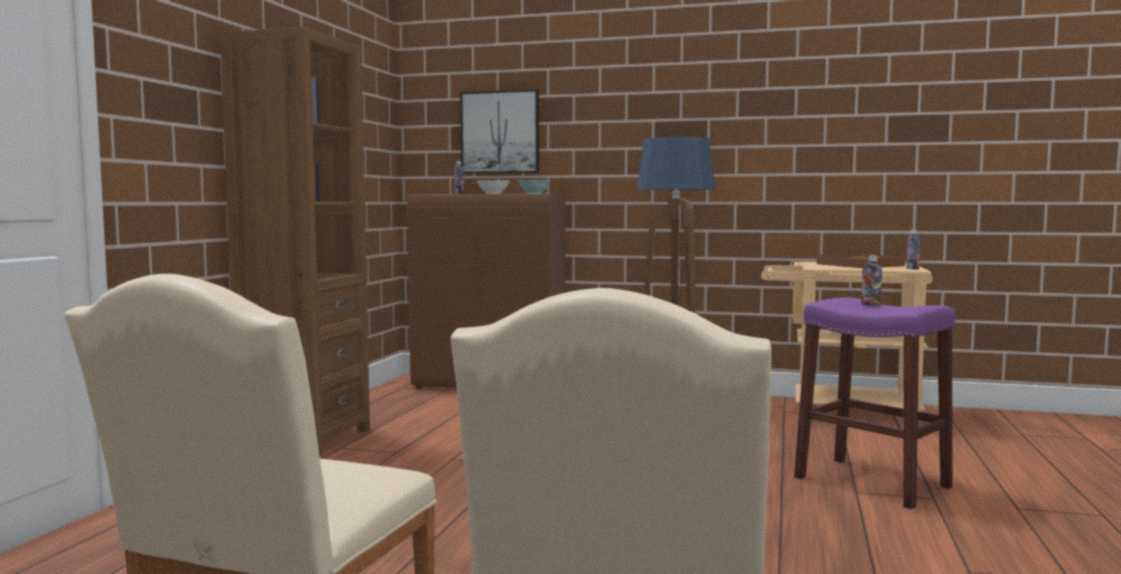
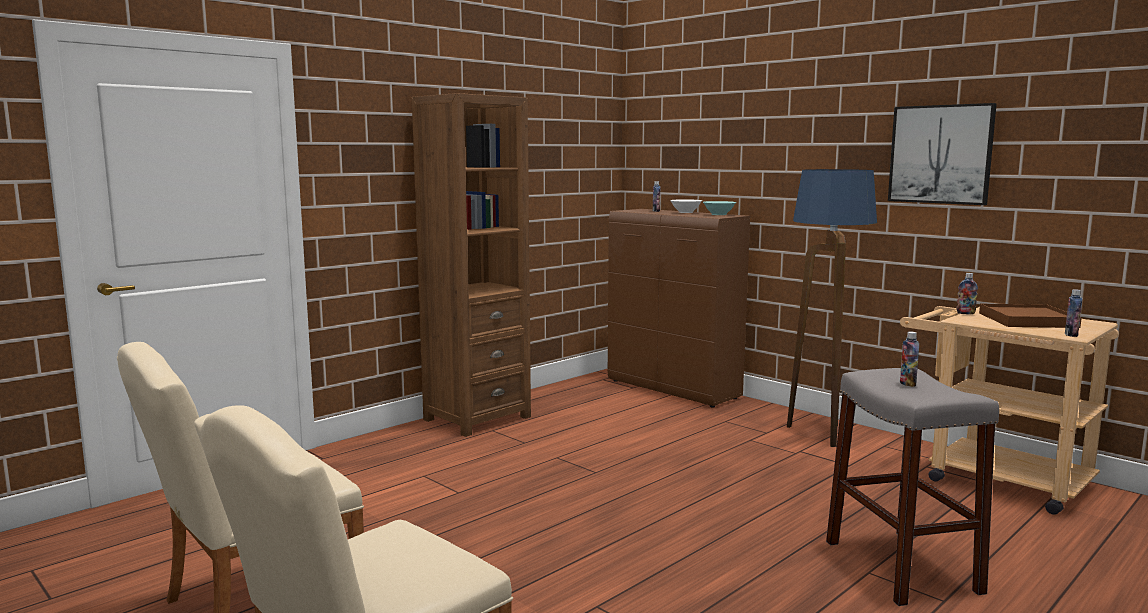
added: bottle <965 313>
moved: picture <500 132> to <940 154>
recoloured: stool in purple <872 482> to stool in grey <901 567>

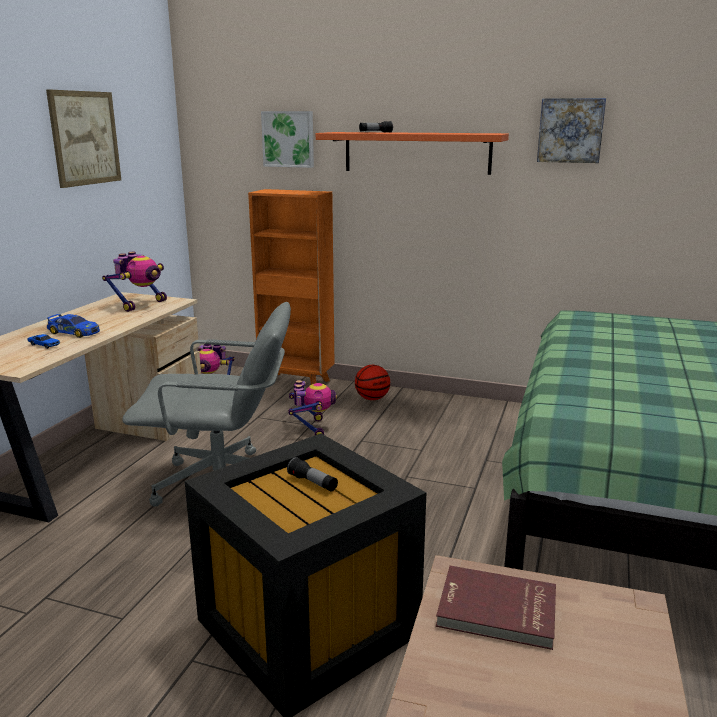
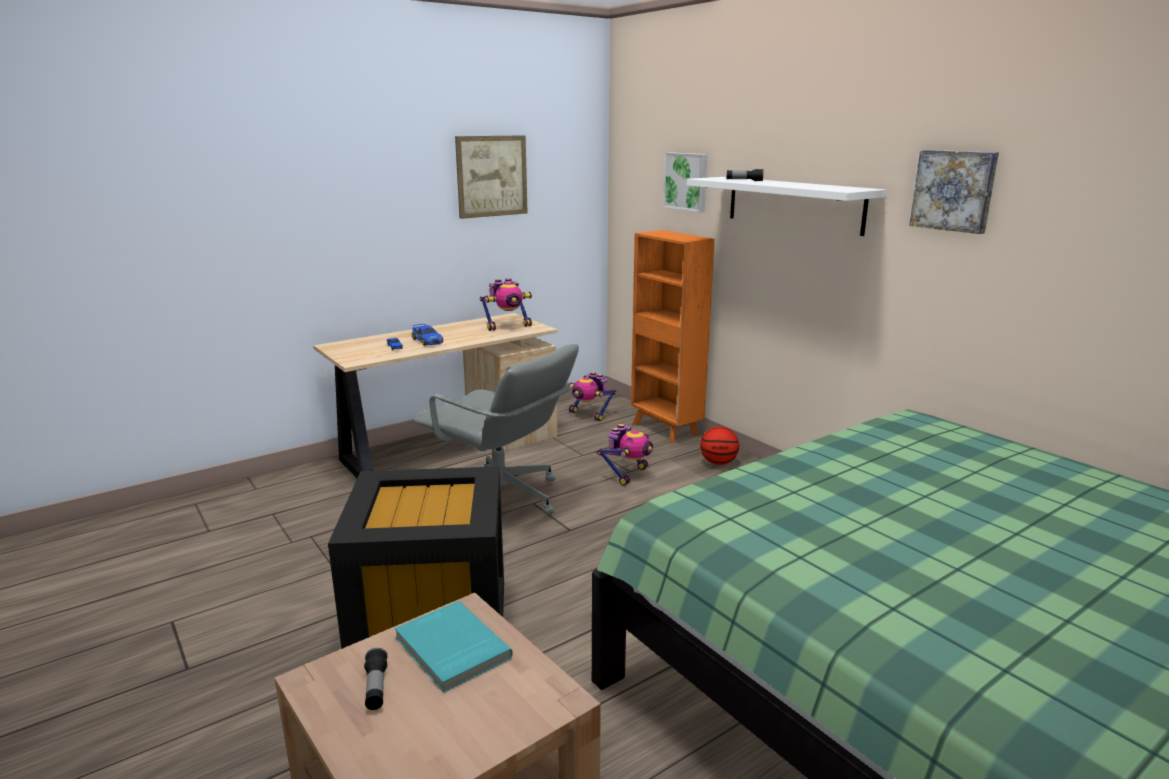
moved: flashlight <313 483> to <376 688>
recoloured: book in red <496 611> to book in turquoise <450 649>; shelf in orange <416 152> to shelf in white <794 204>

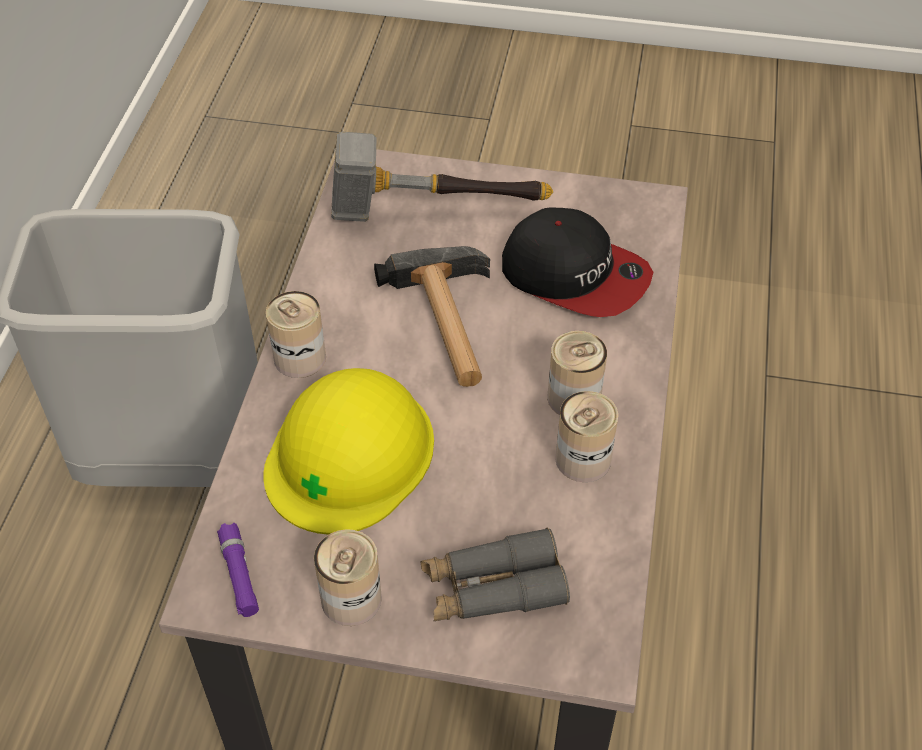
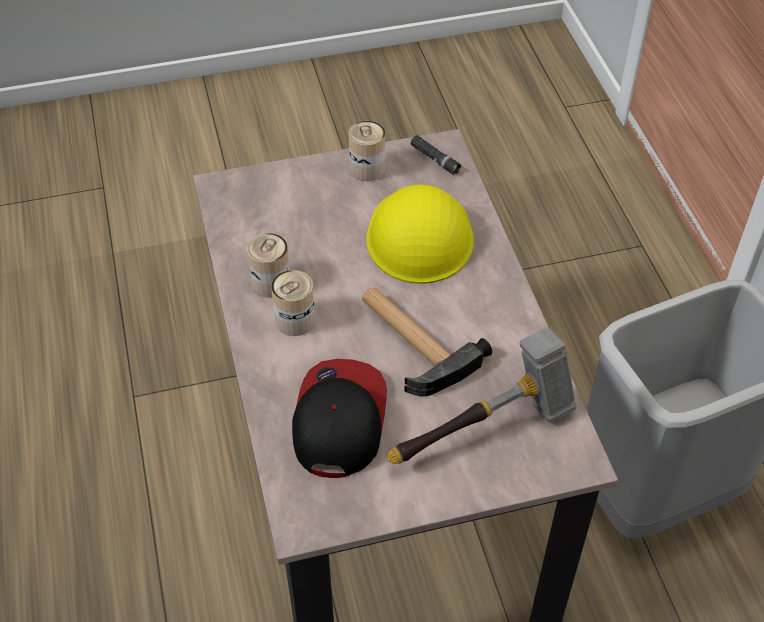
removed: can <300 357>; binoculars in grey <493 588>
recoloured: flashlight in purple <239 574> to flashlight in black <435 159>
turned: cap <575 275> = <338 420> 90 degrees clockwise

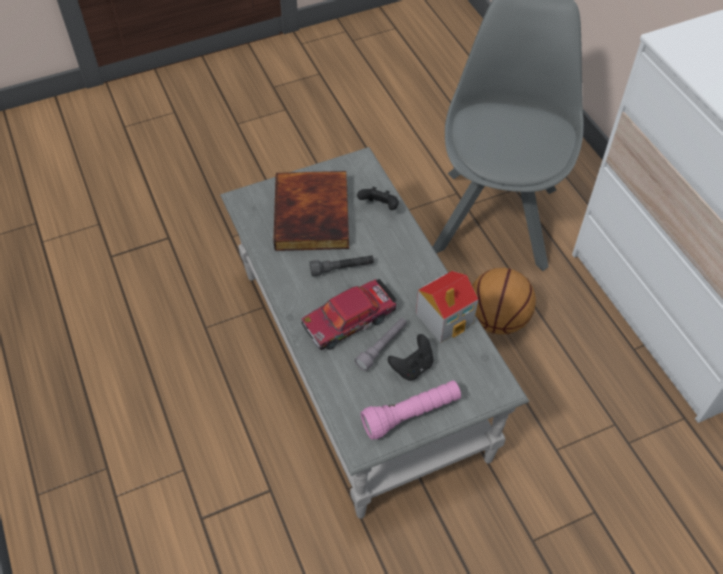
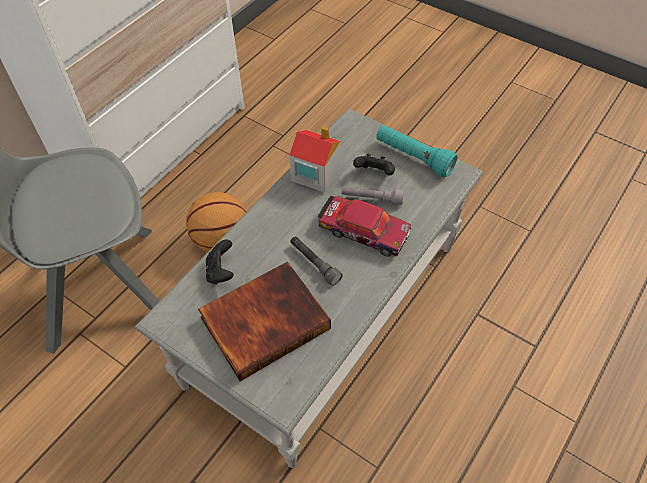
recoloured: flashlight in pink <411 414> to flashlight in turquoise <413 157>

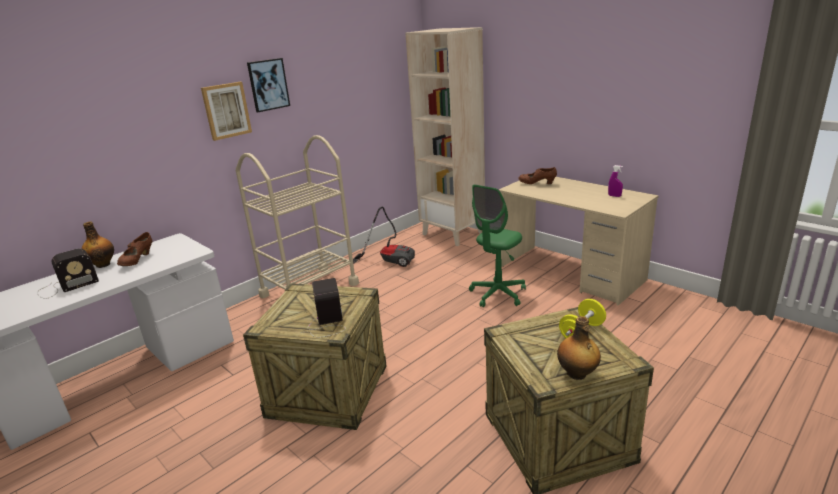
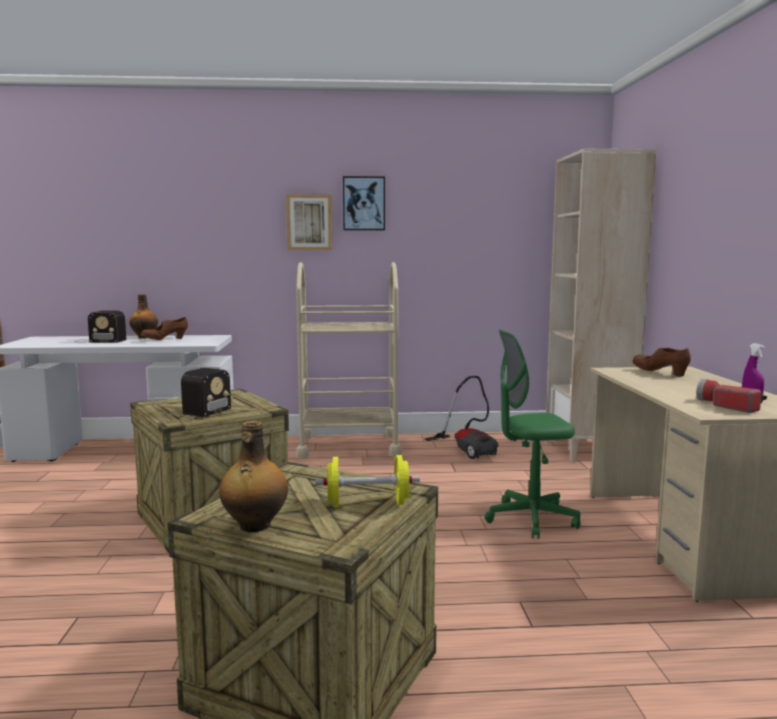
added: flashlight <726 405>

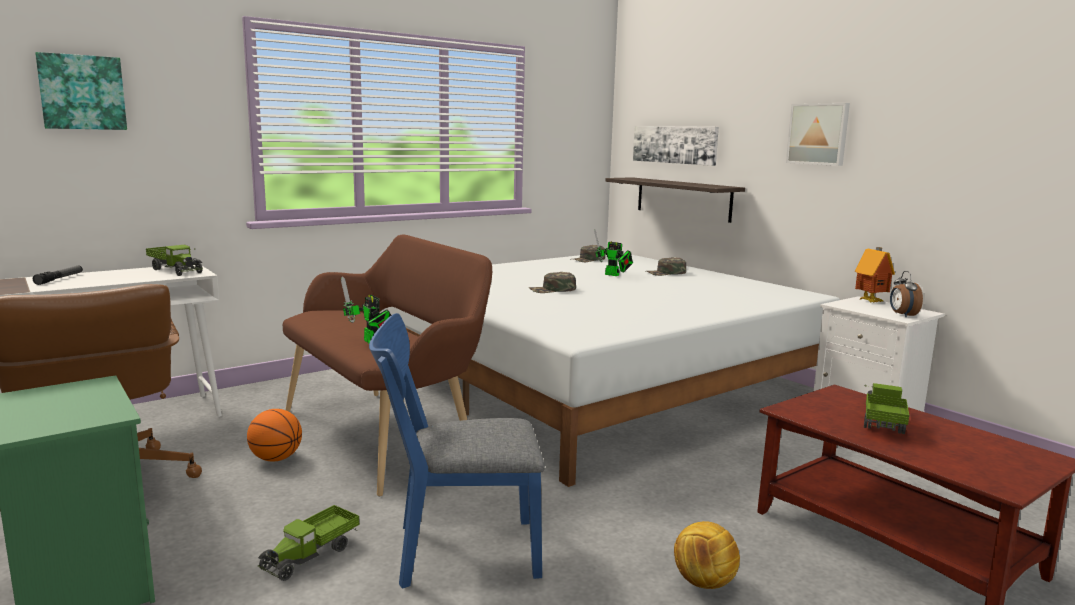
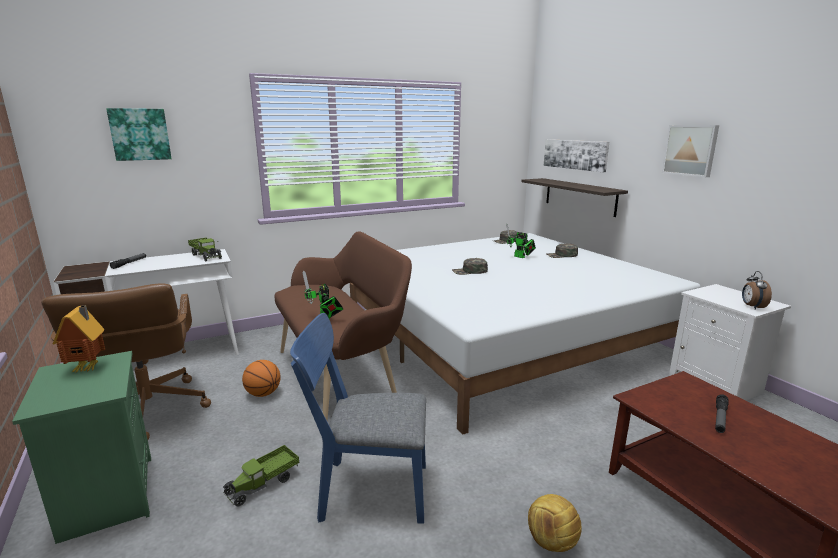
moved: toy house <871 301> to <89 368>
replaced: toy truck <882 422> to flashlight <720 418>

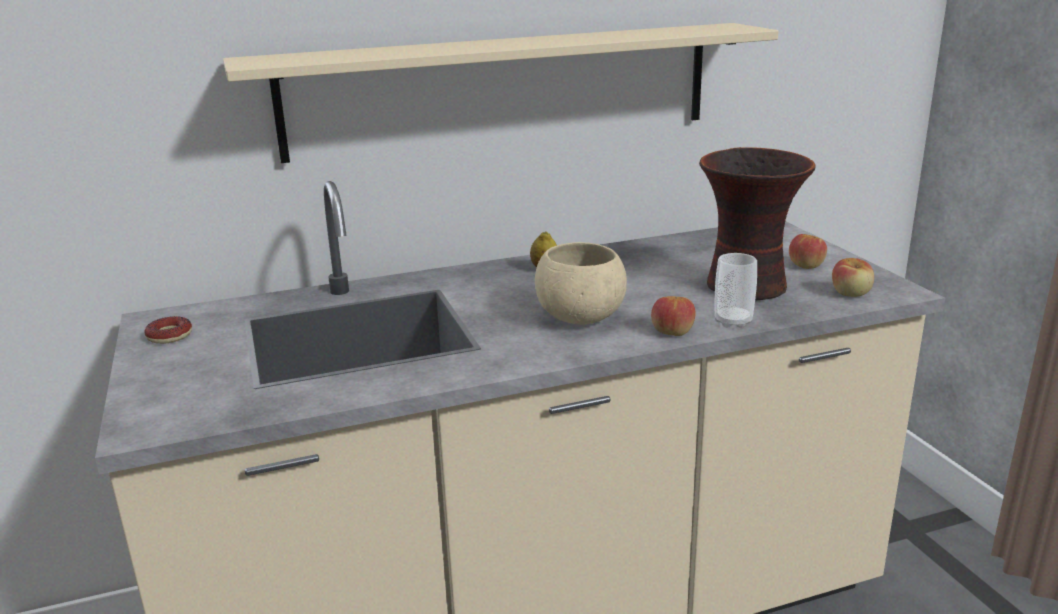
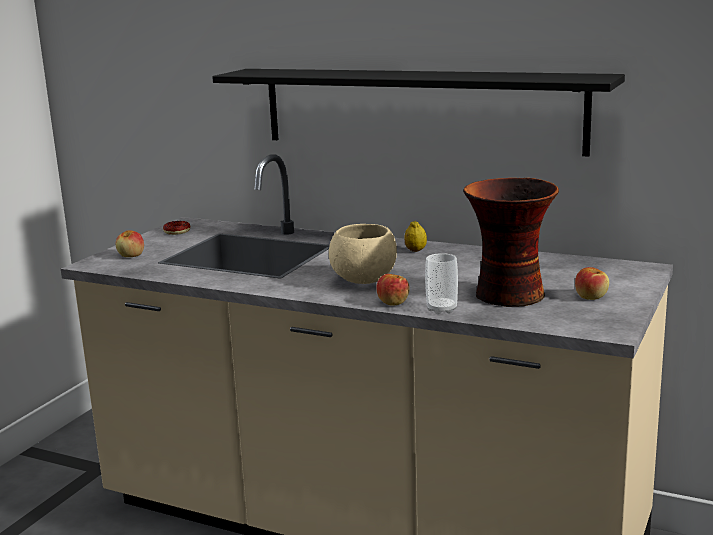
moved: apple <851 293> to <131 256>
recoloured: shelf in beige <502 90> to shelf in black <418 109>

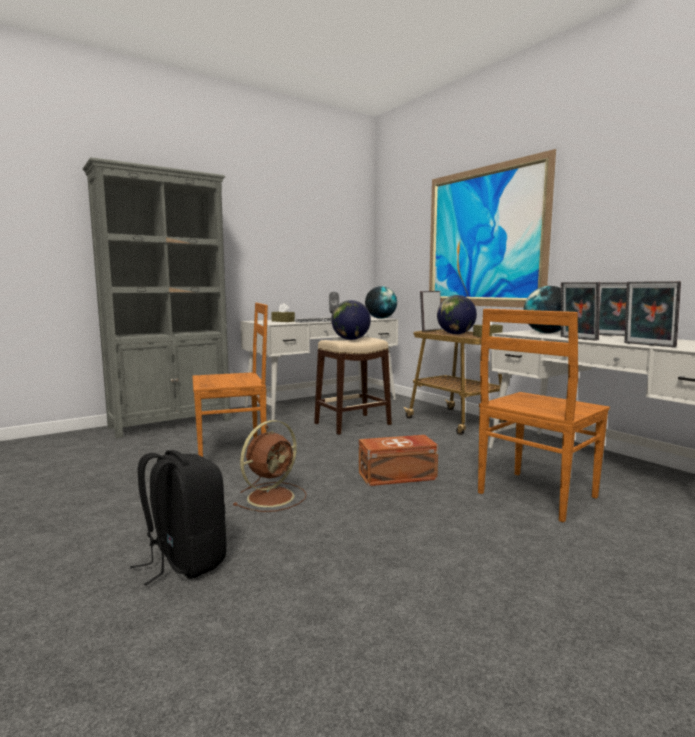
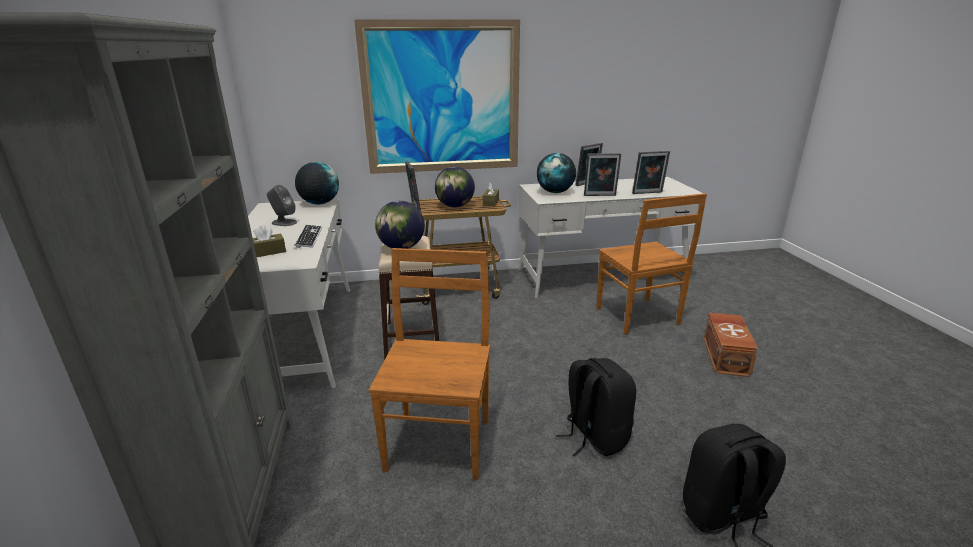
moved: storage box in brown <398 476> to <726 356>
replaced: fan in brown <272 496> to backpack in black <594 436>

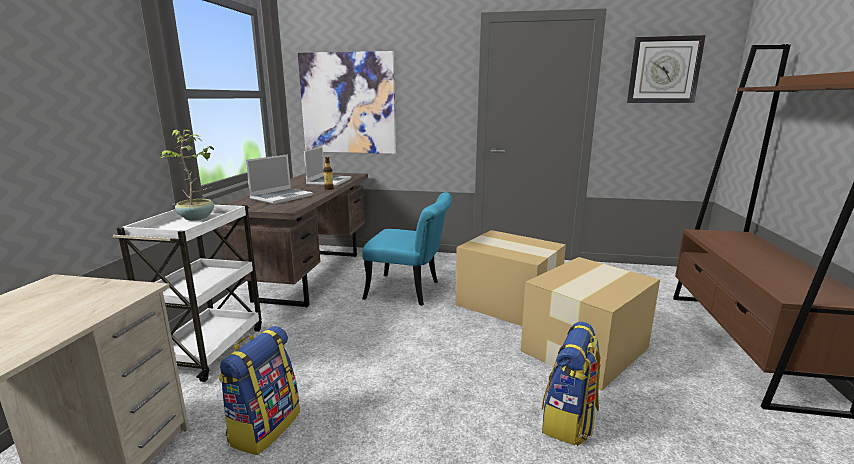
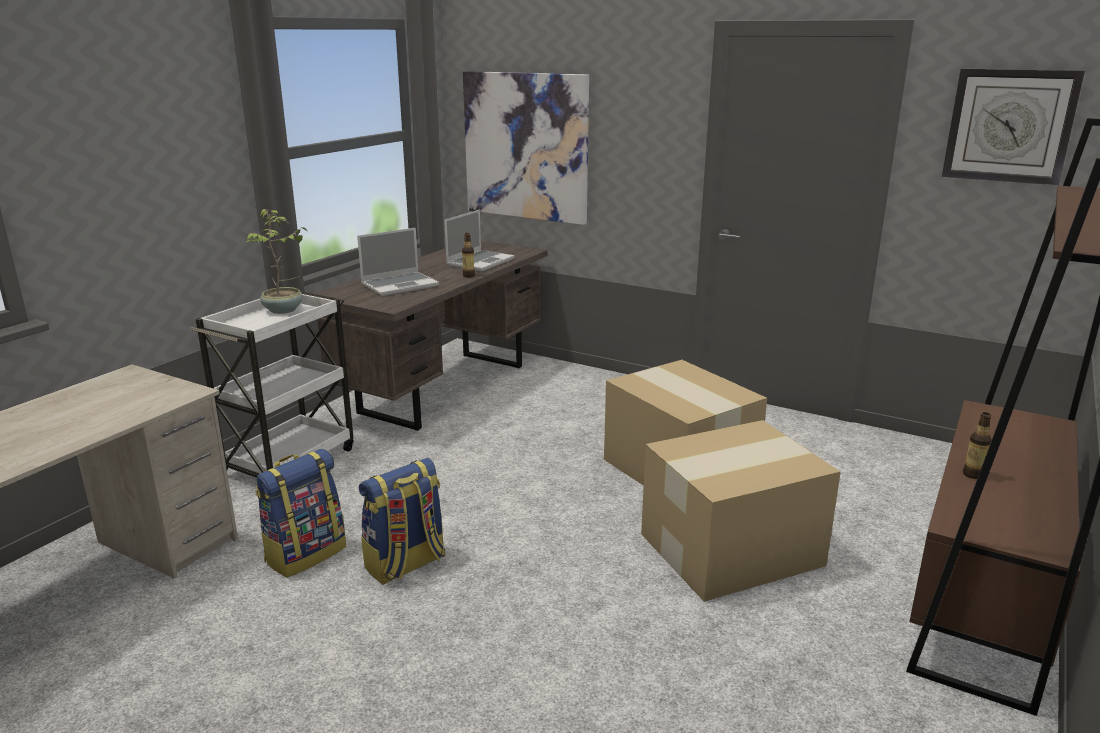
removed: chair in turquoise <410 291>
added: bottle <973 475>
moved: backpack <569 421> to <406 565>

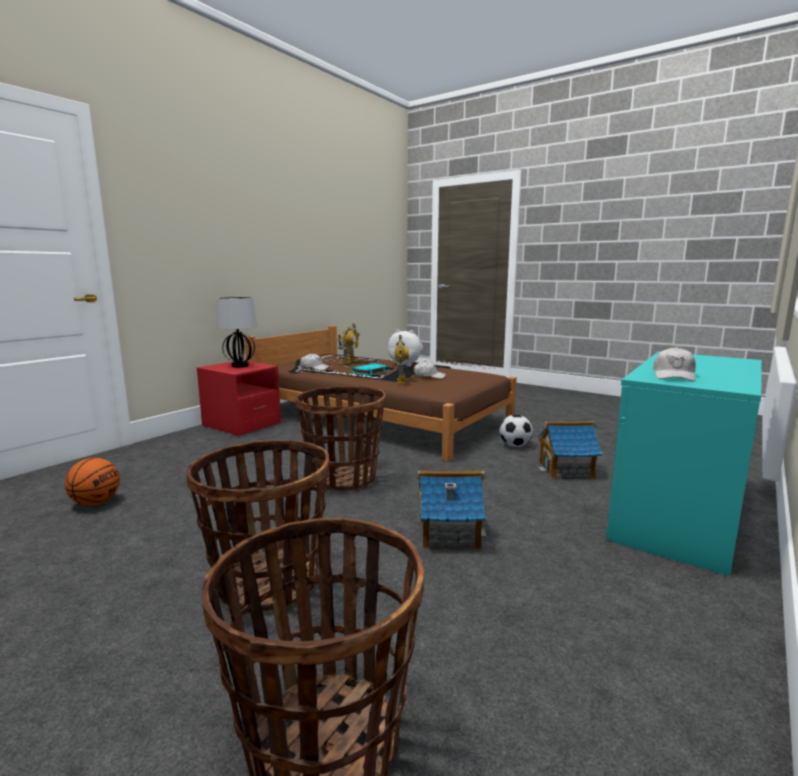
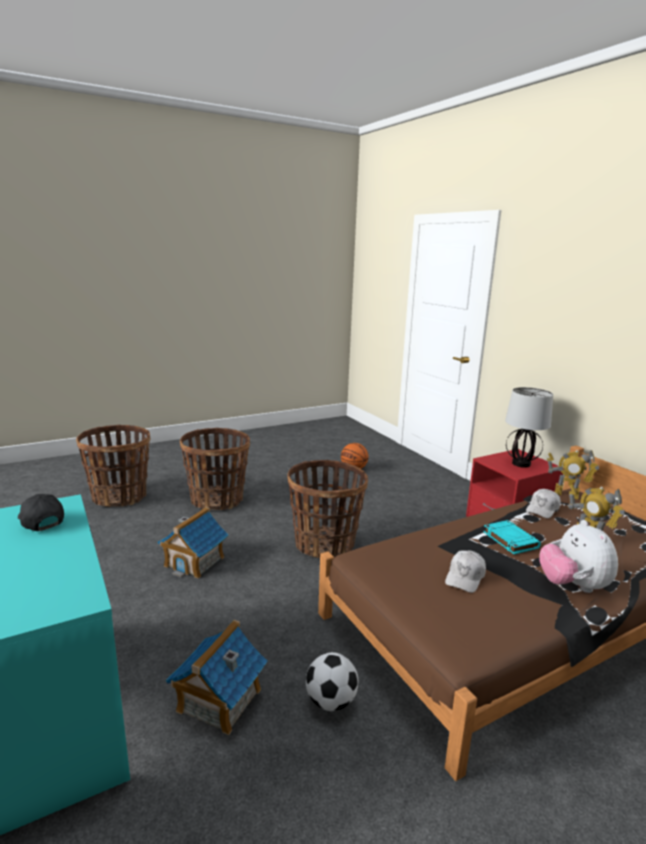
moved: toy robot <401 381> to <566 494>
recoloured: cap in white <674 376> to cap in black <41 520>
turned: plush toy <406 365> = <573 586> 120 degrees clockwise

